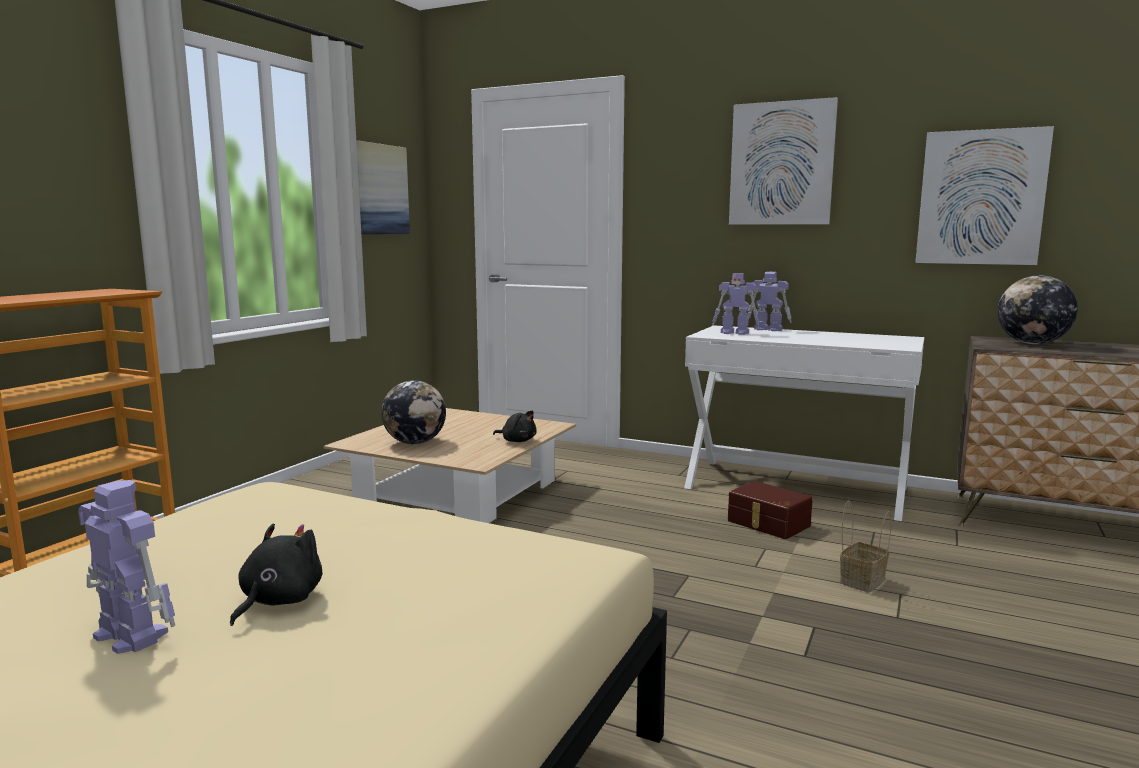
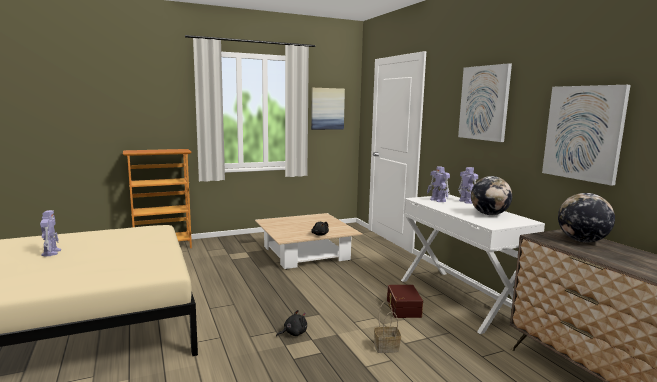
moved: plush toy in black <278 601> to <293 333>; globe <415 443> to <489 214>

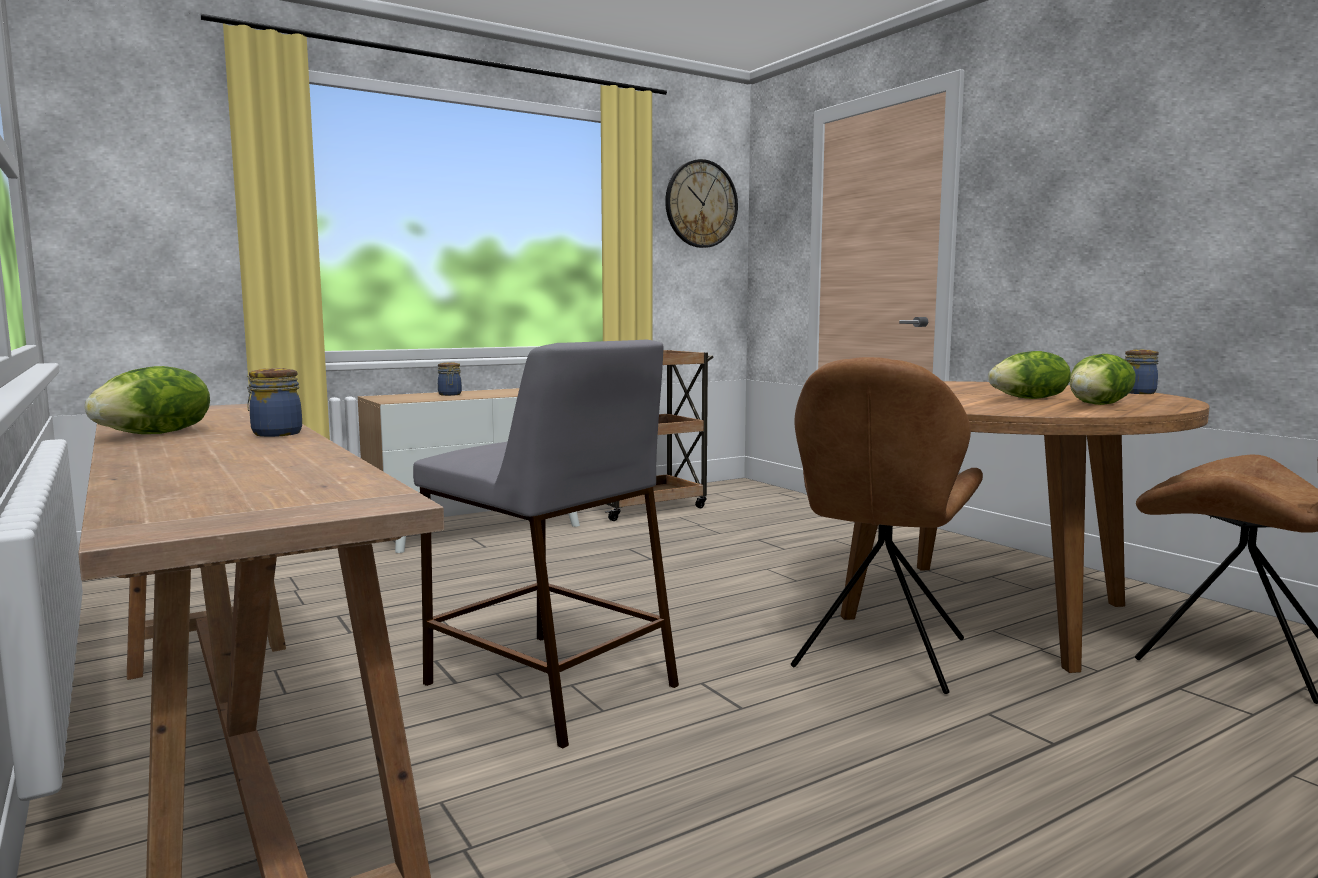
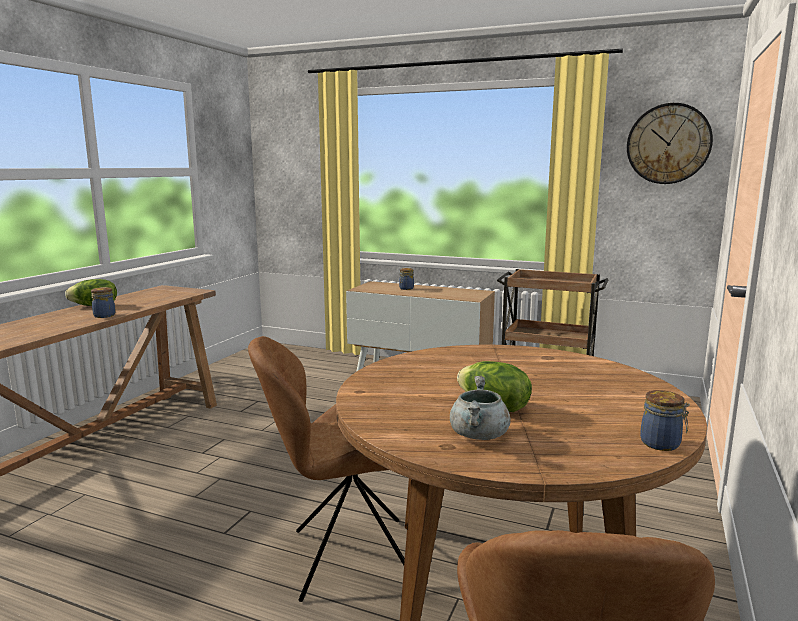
removed: stool in grey <547 684>
replaced: lettuce <1099 405> to cooking pot in grey <479 436>

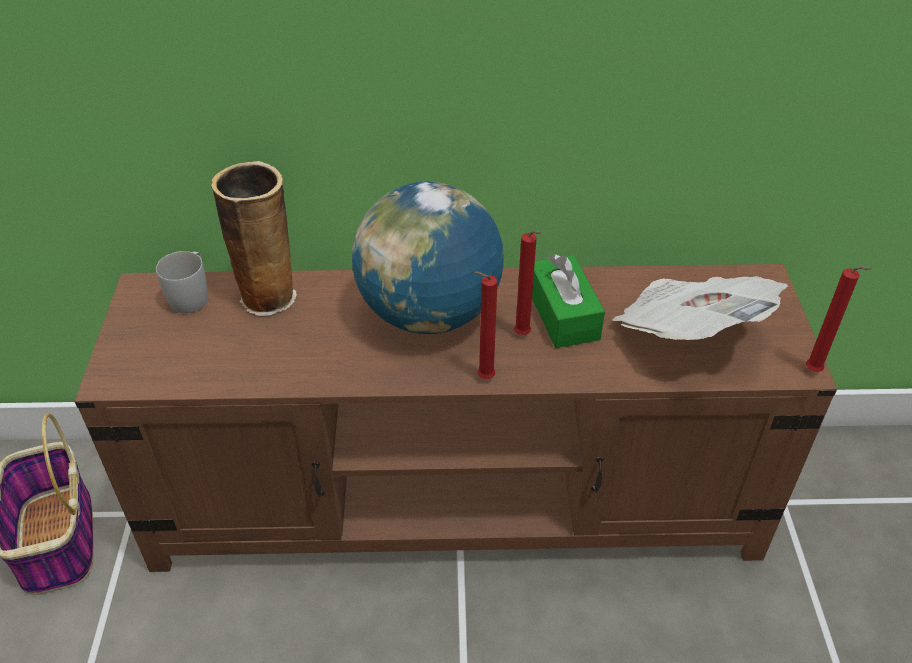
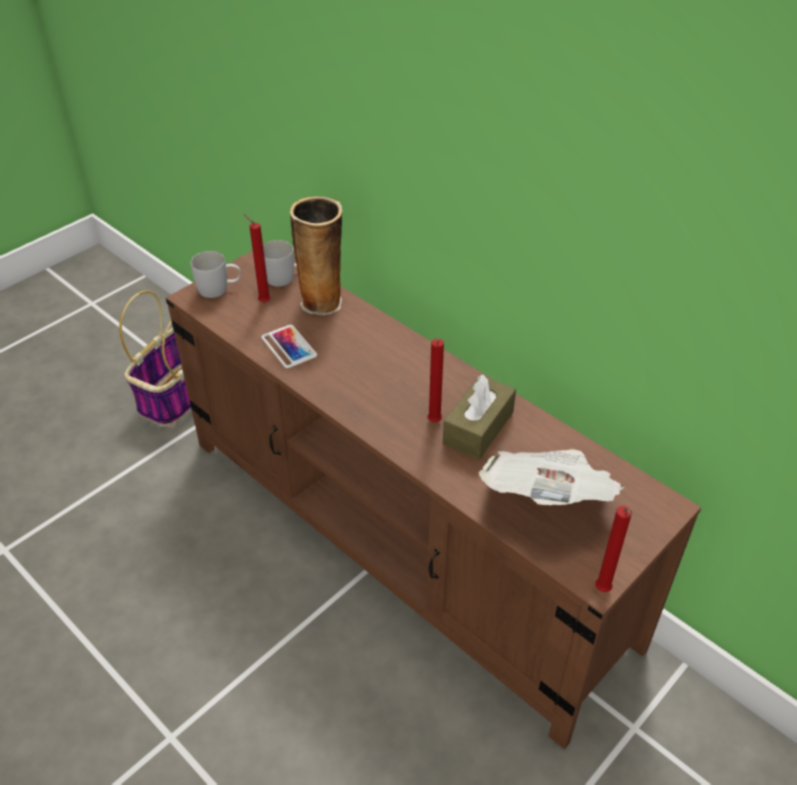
removed: globe <429 313>
added: mug in white <219 289>; phone <289 347>
moved: candle in red <483 378> to <263 301>
recoloured: tissue box in green <563 314> to tissue box in brown <478 428>

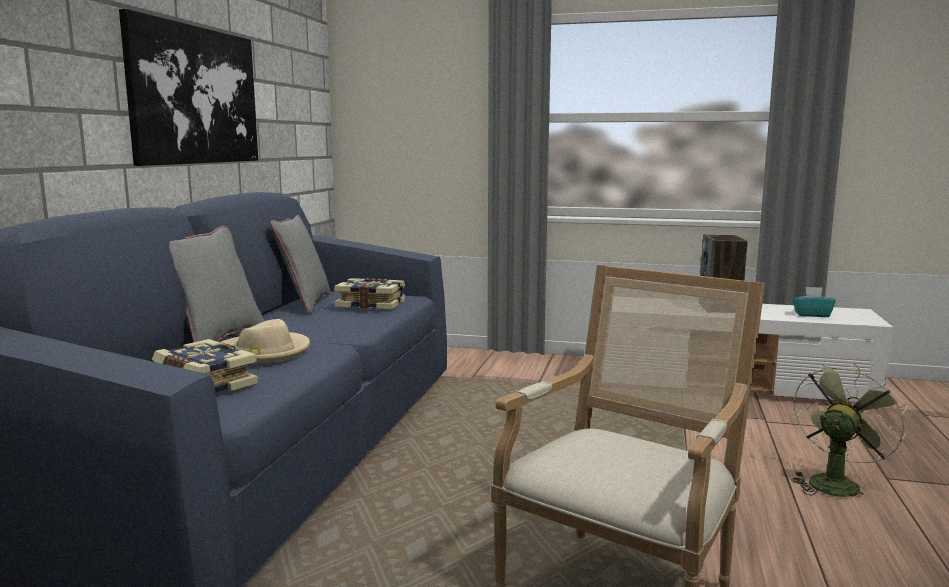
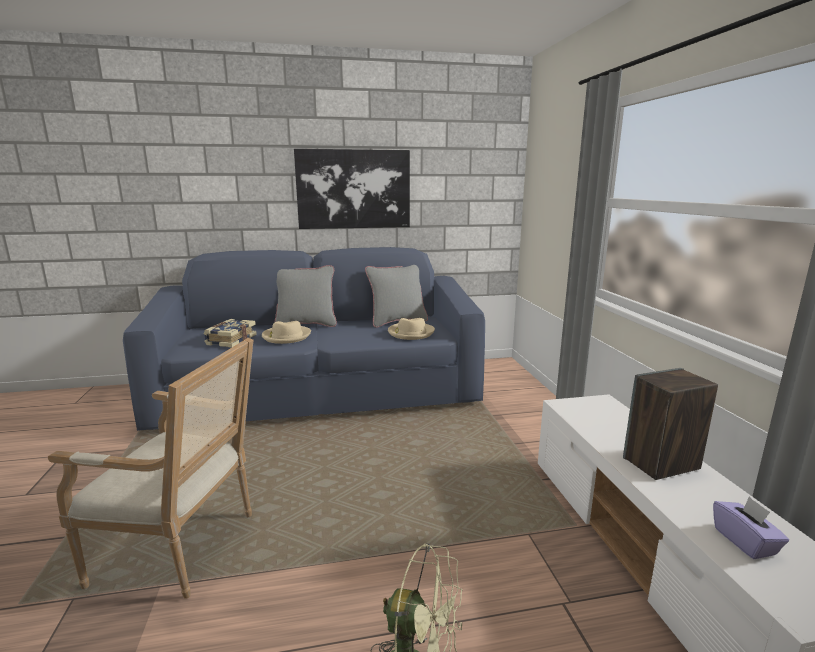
replaced: book <371 304> to hat in beige <410 333>
recoloured: tissue box in turquoise <812 314> to tissue box in purple <745 541>

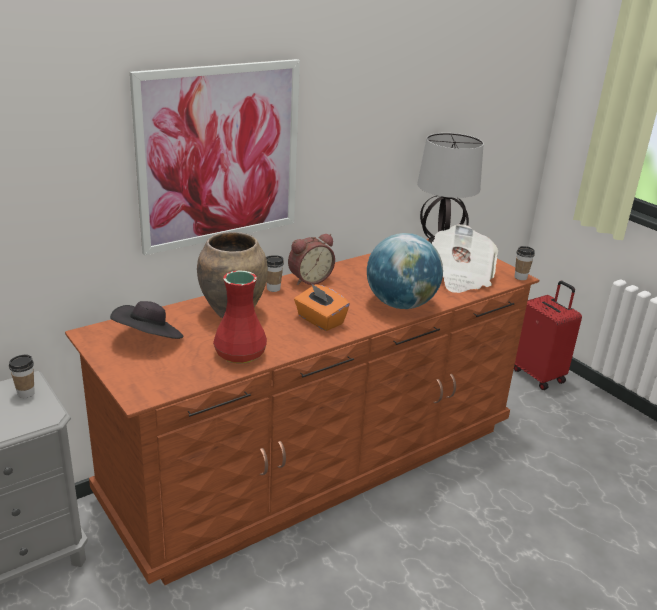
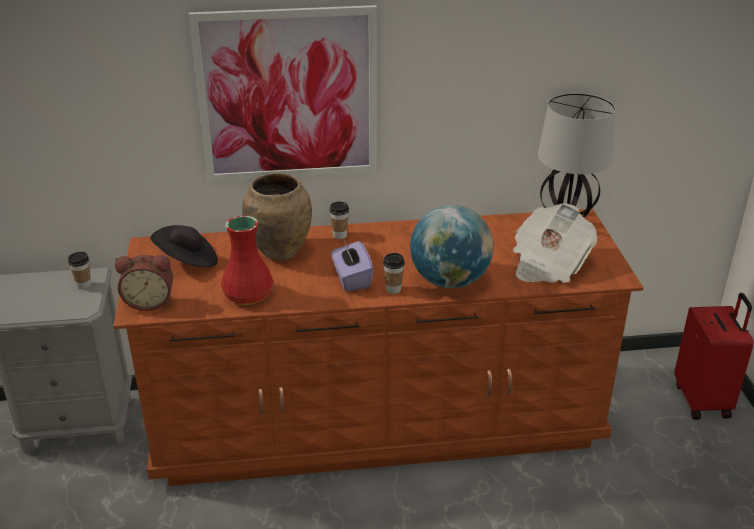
moved: alarm clock <309 279> to <149 301>; cup <520 277> to <393 289>
recoloured: tissue box in orange <320 320> to tissue box in purple <351 279>

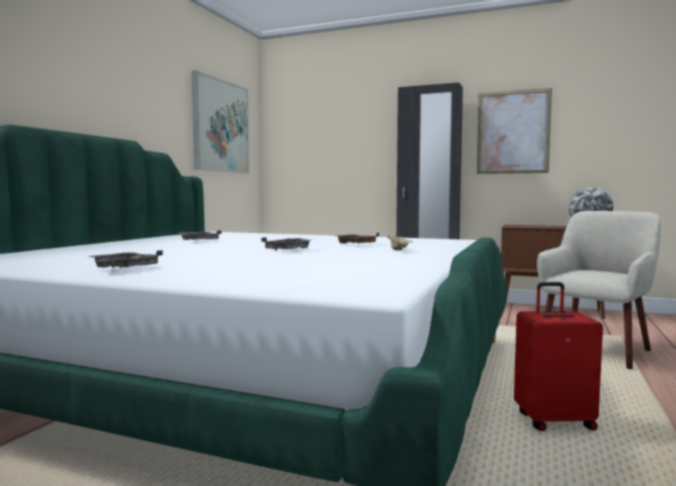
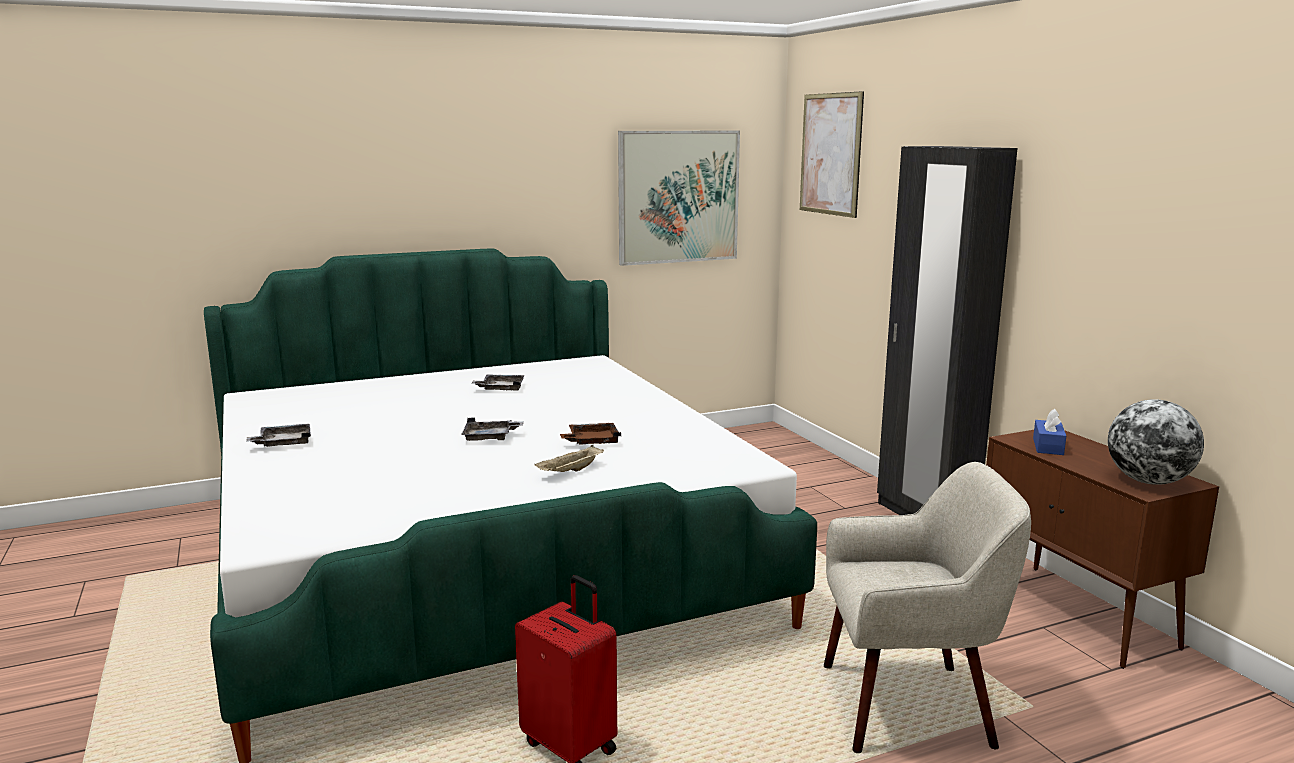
added: tissue box in blue <1048 446>
moved: picture <513 132> to <830 154>

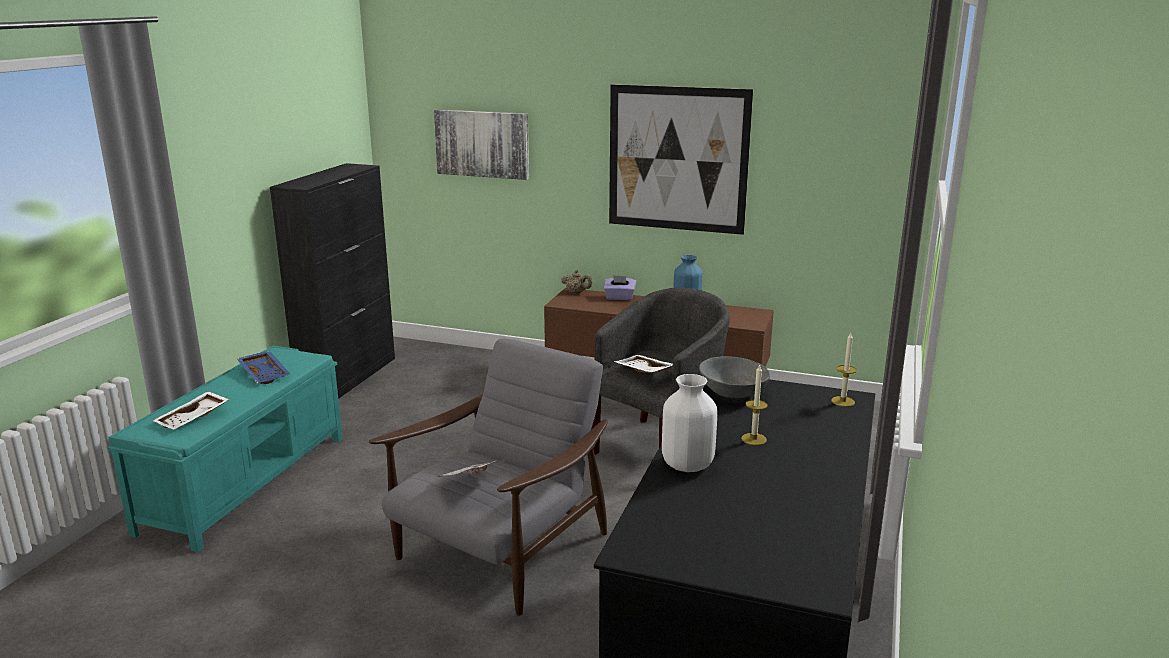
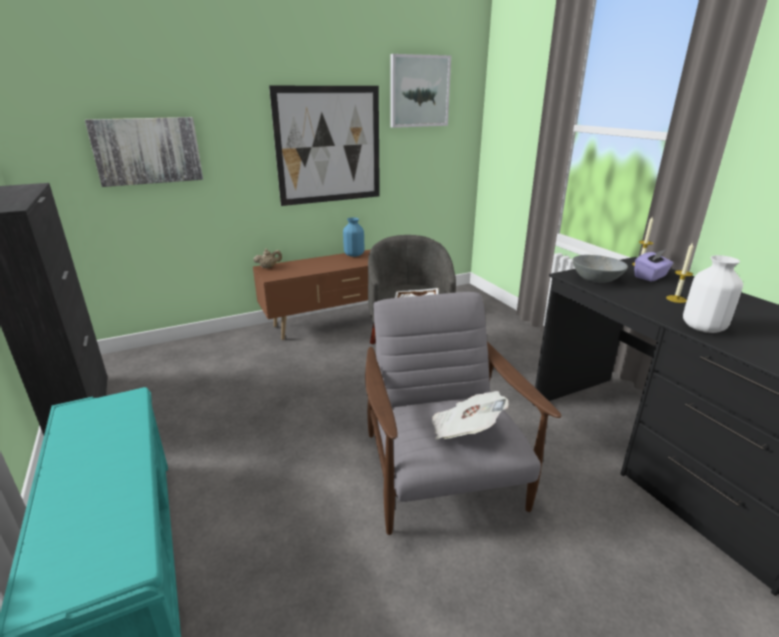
removed: tray in white <193 419>; tray in blue <265 374>
added: picture <419 91>
moved: tissue box in purple <619 298> to <650 276>

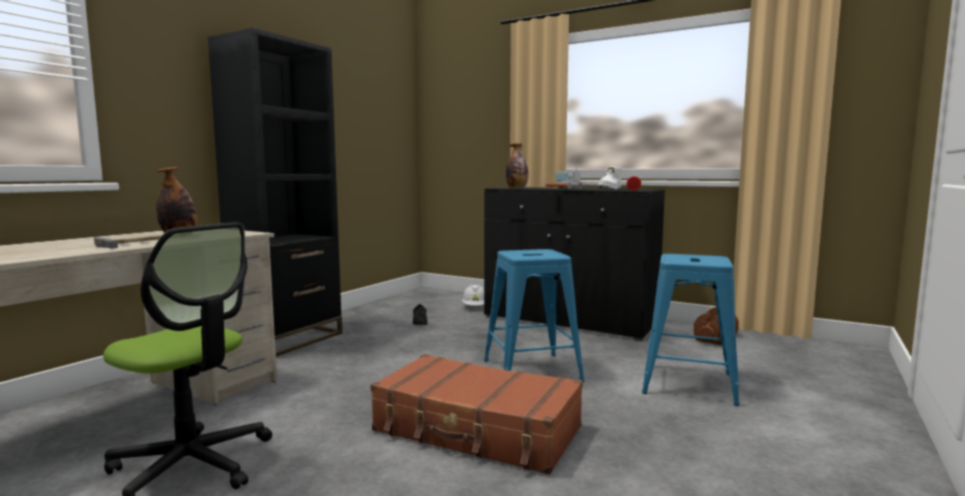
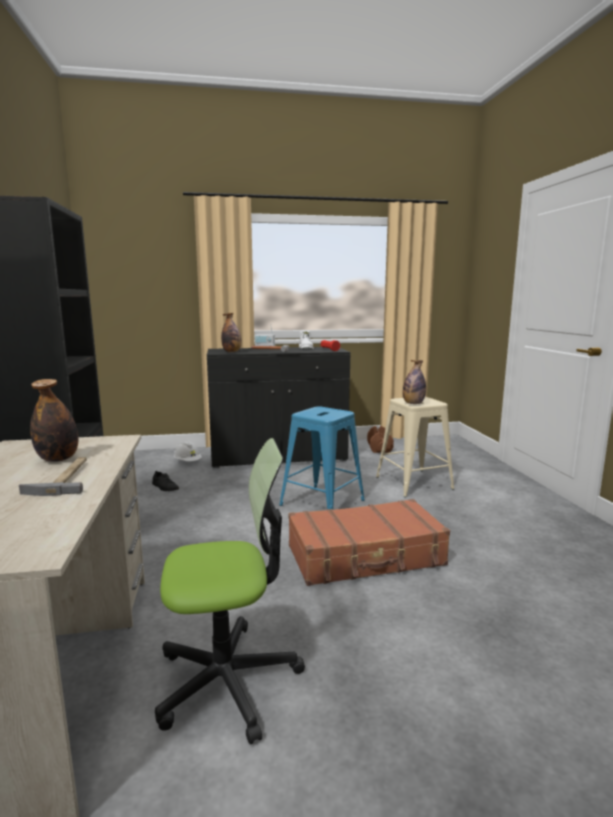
added: bottle <413 403>
recoloured: stool in blue <687 383> to stool in beige <413 483>

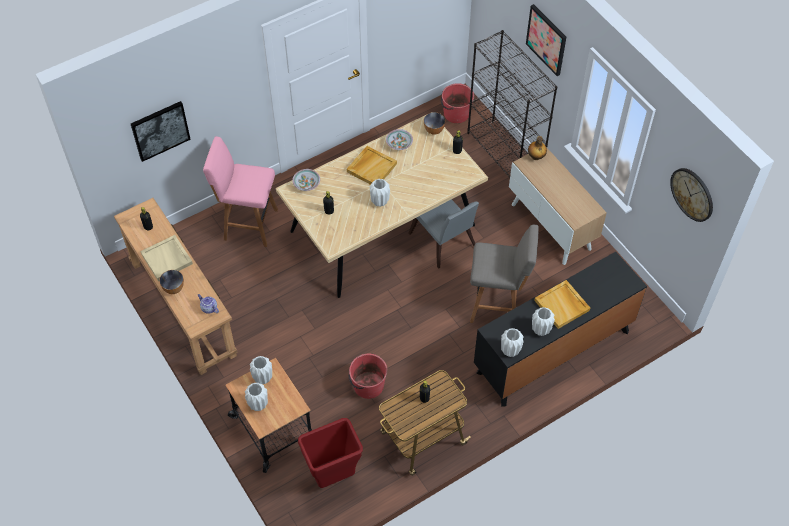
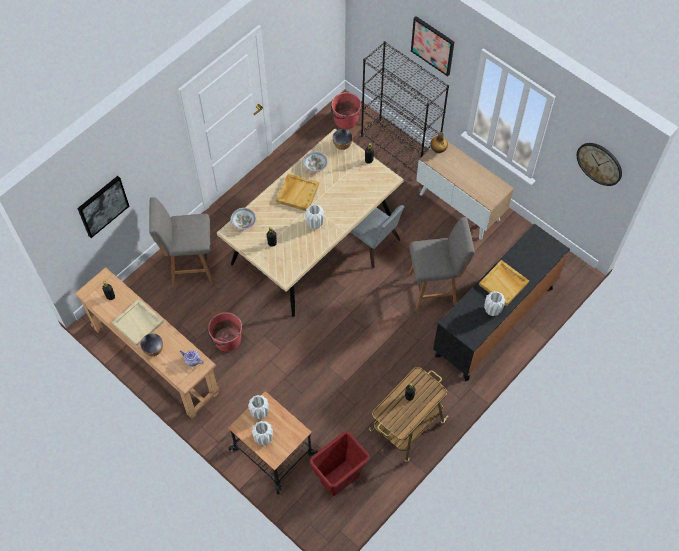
removed: vase in white <510 351>
moved: bucket in red <368 385> to <227 339>
recoloured: stool in pink <248 224> to stool in grey <190 266>

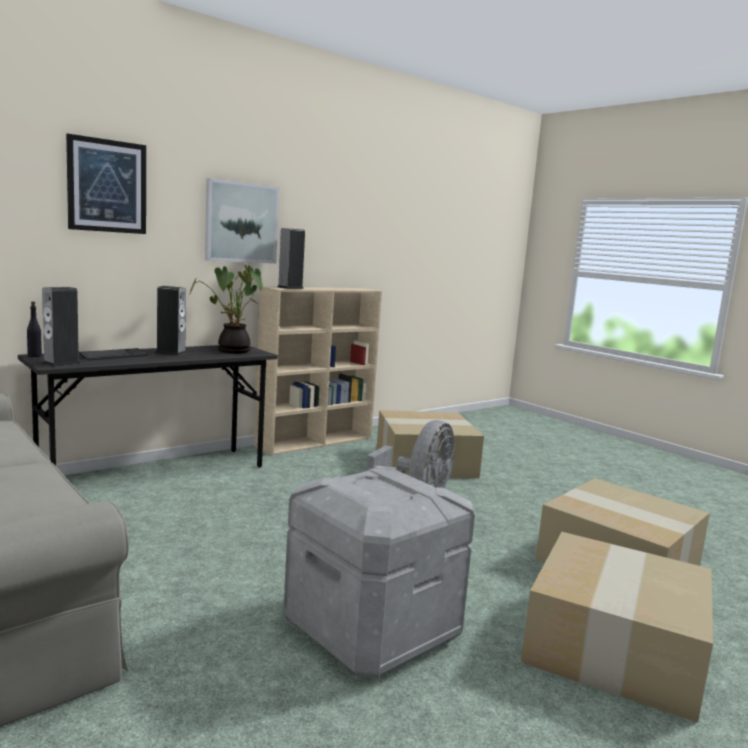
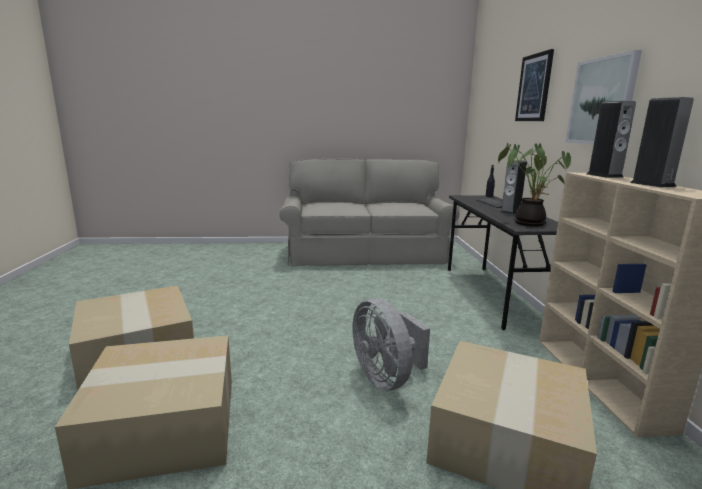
removed: storage box in grey <370 629>
moved: speaker <61 363> to <652 184>

